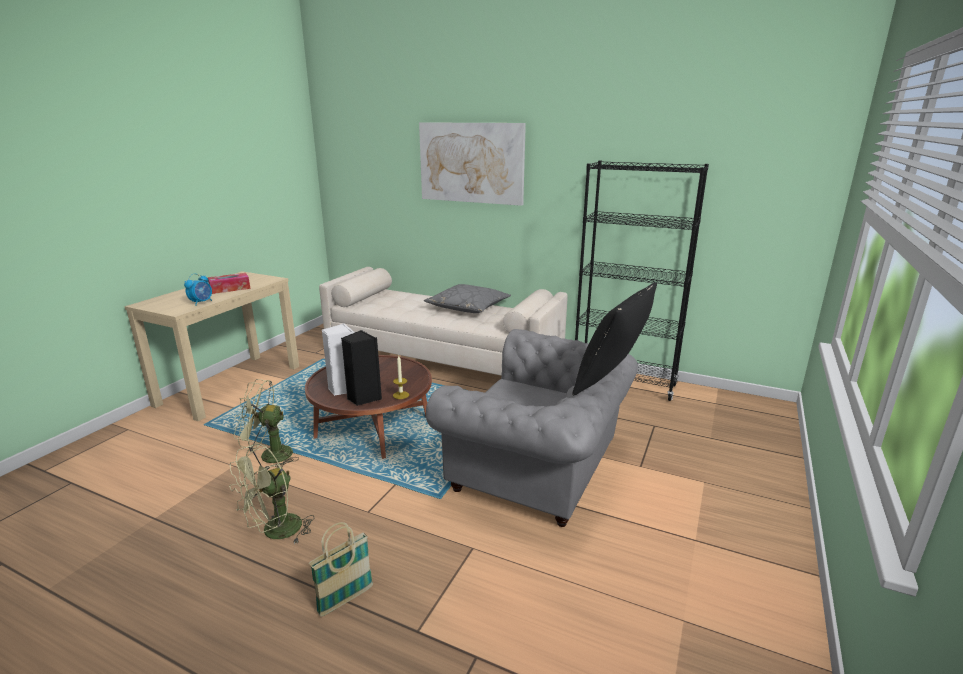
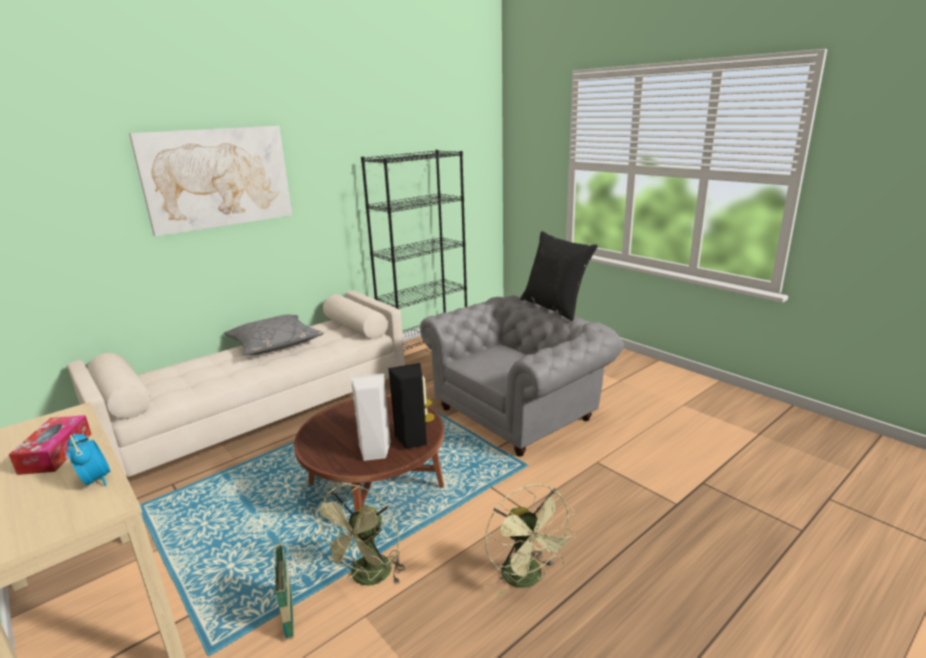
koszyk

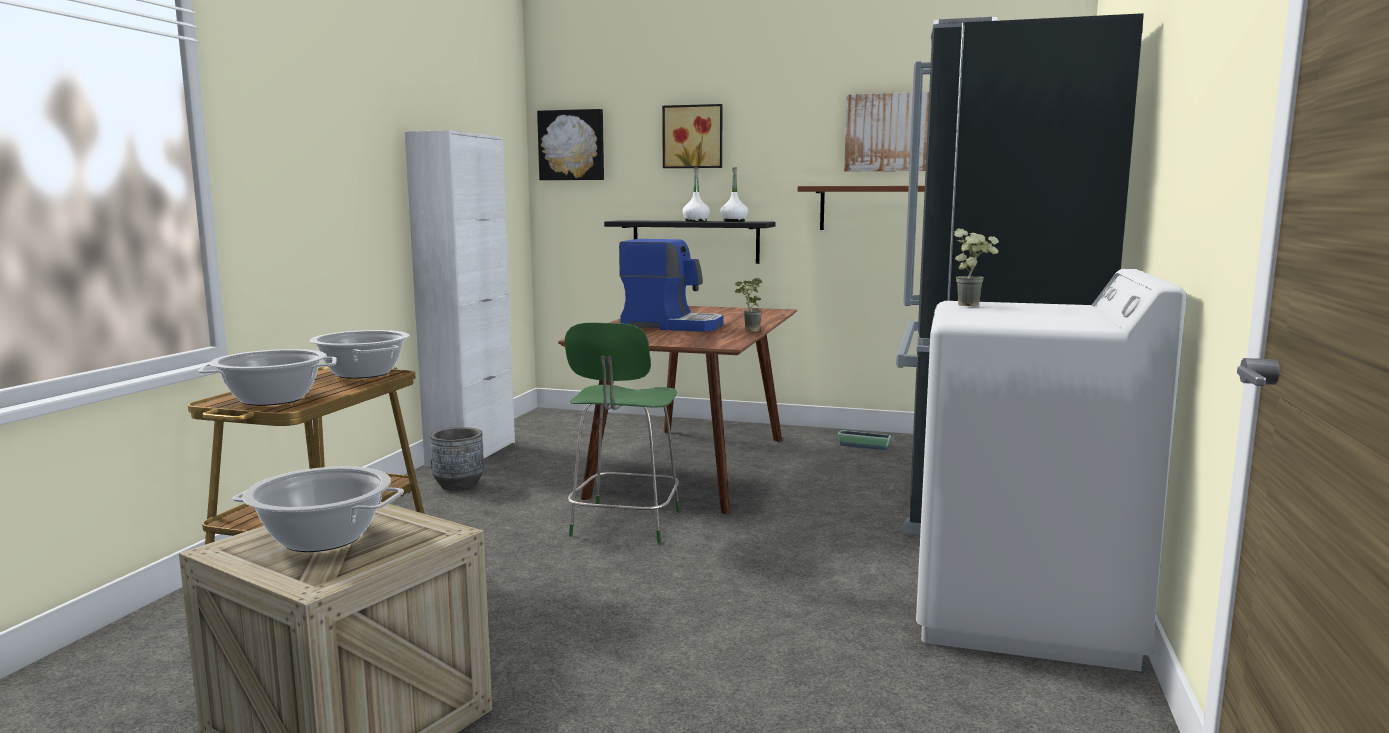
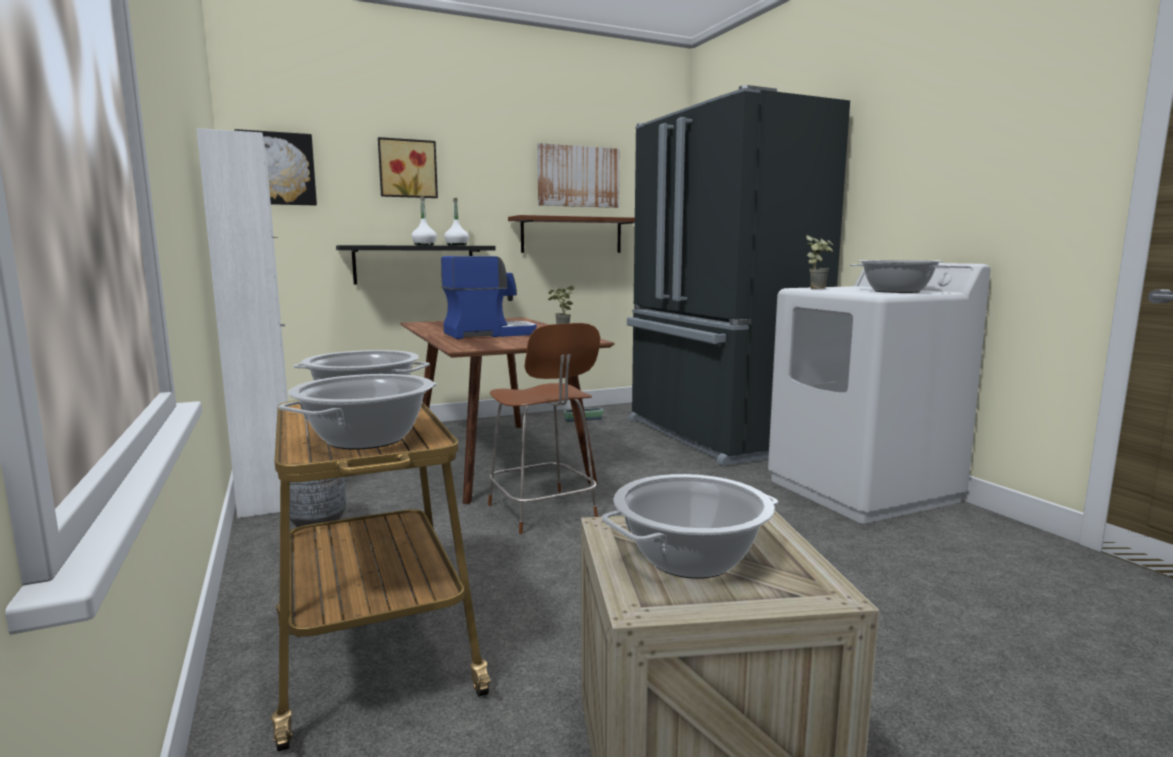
krzesło [brązowy]
garnek (no. 4 from left)

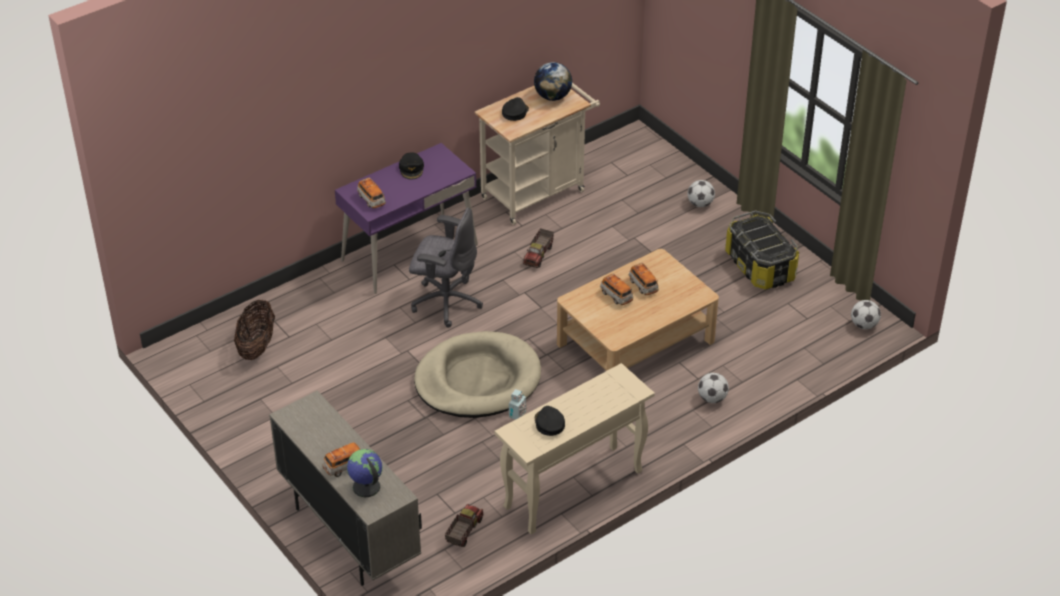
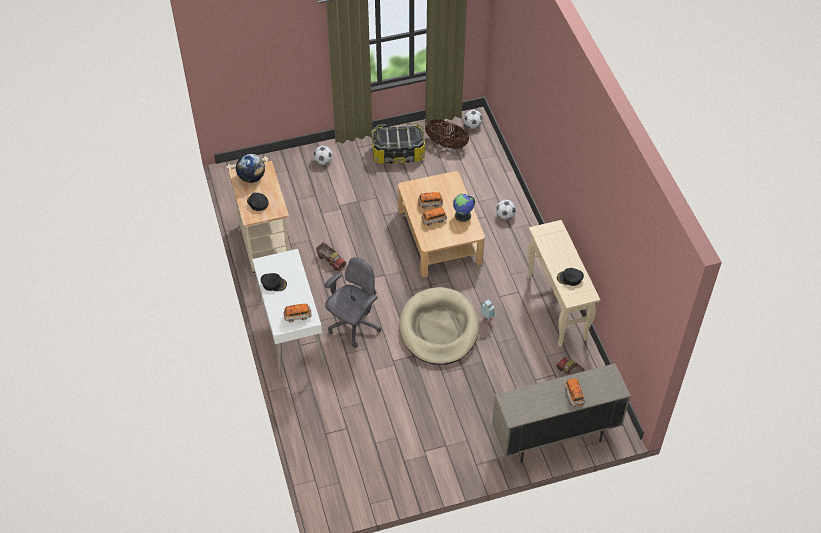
biurko [biały]
koszyk
globus (no. 2 from left)

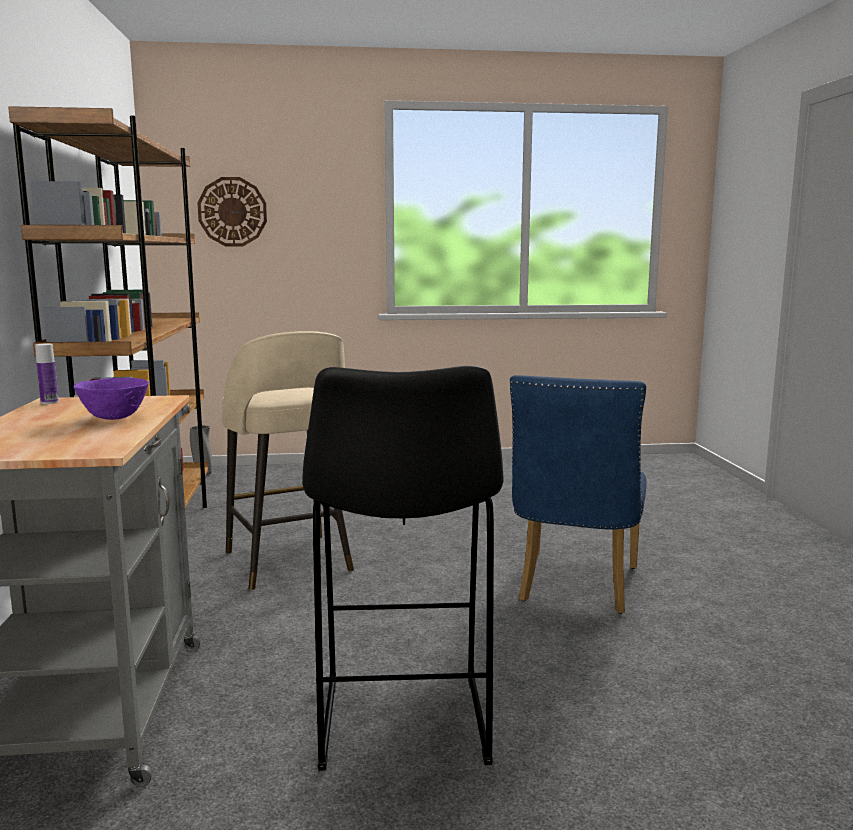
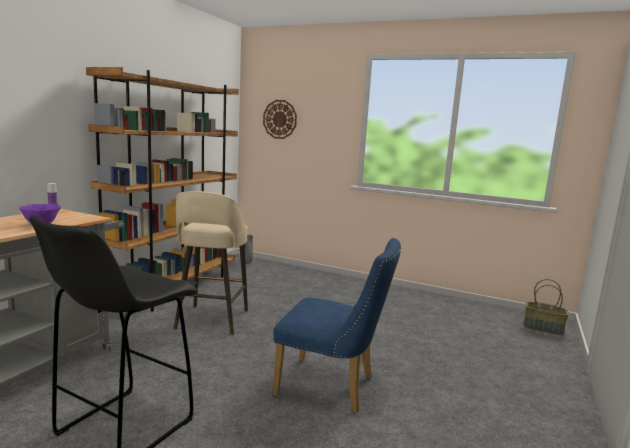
krzesło [niebieski]
koszyk

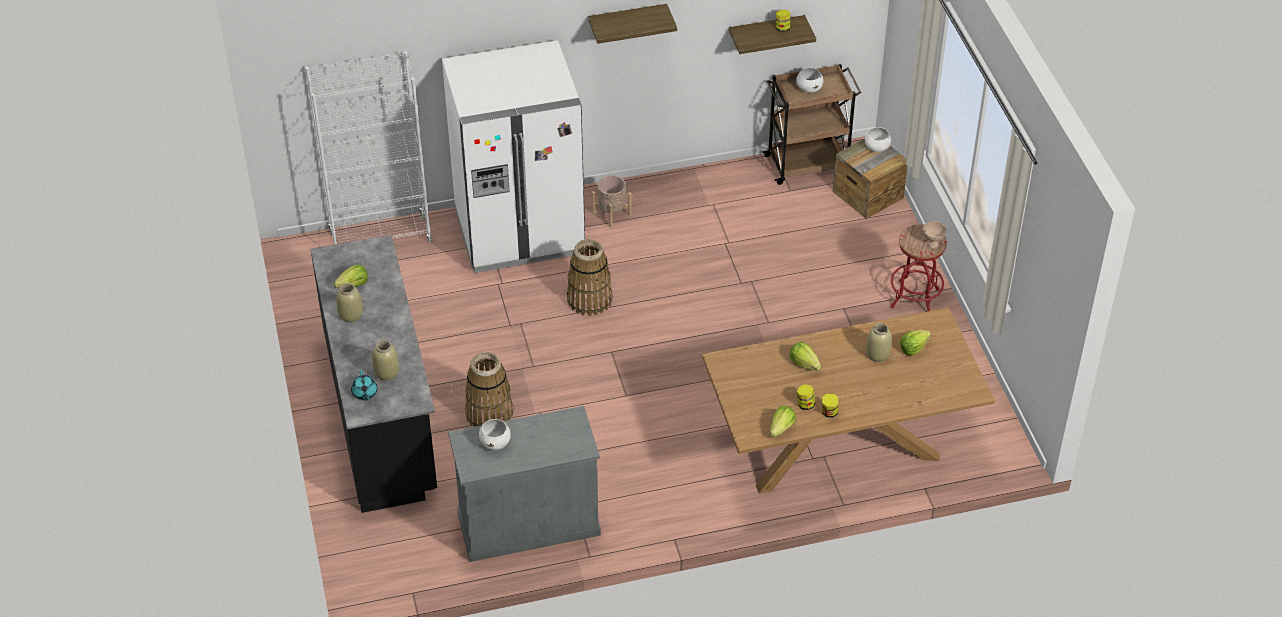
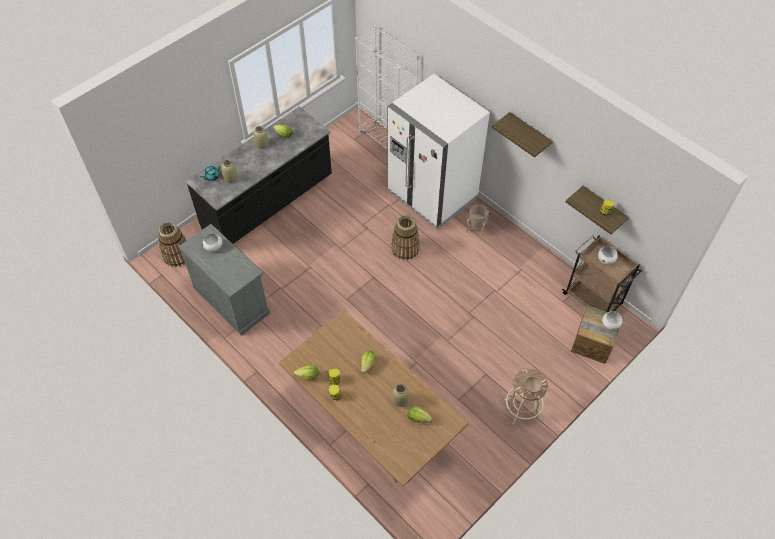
stołek [beżowy]
koszyk (no. 1 from left)

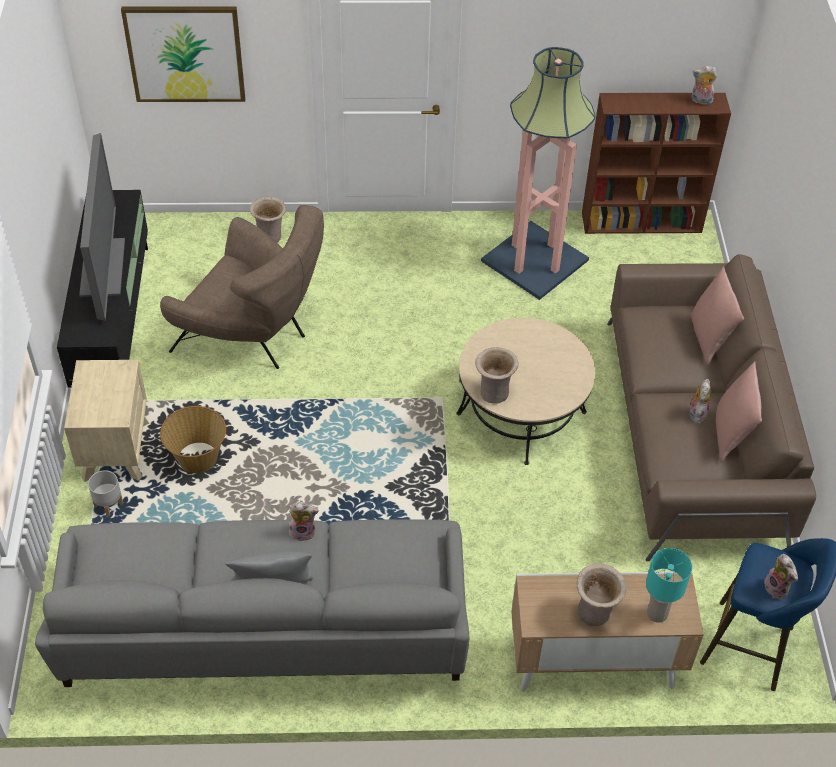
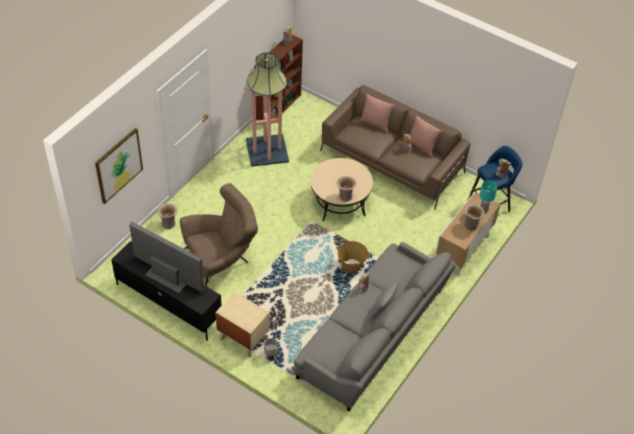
koszyk

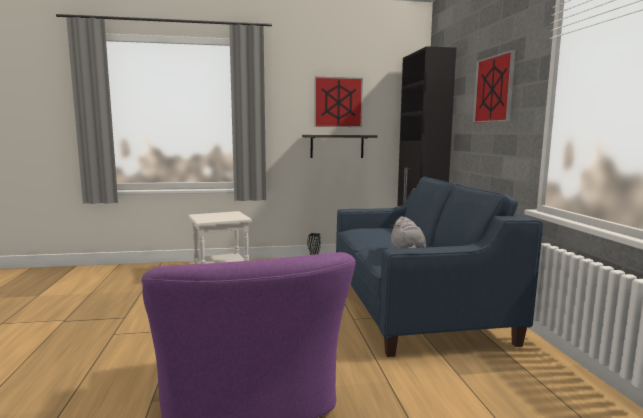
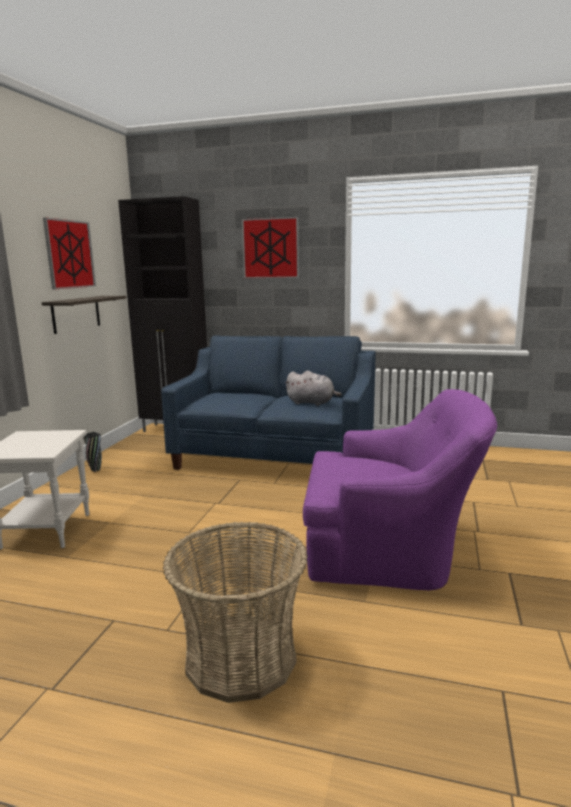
koszyk

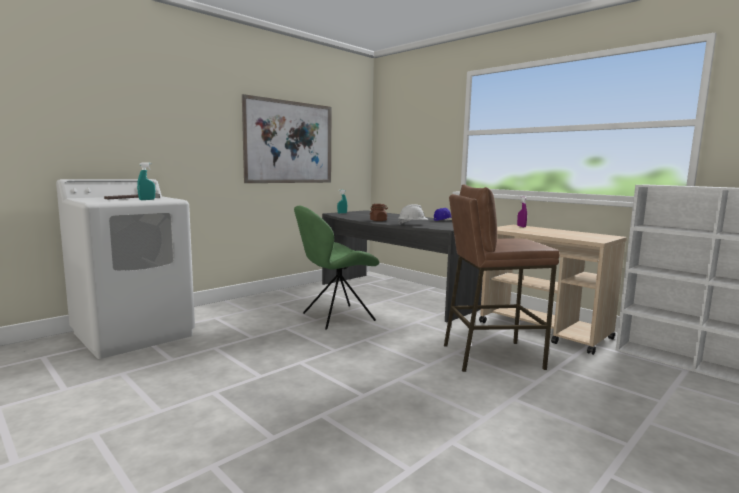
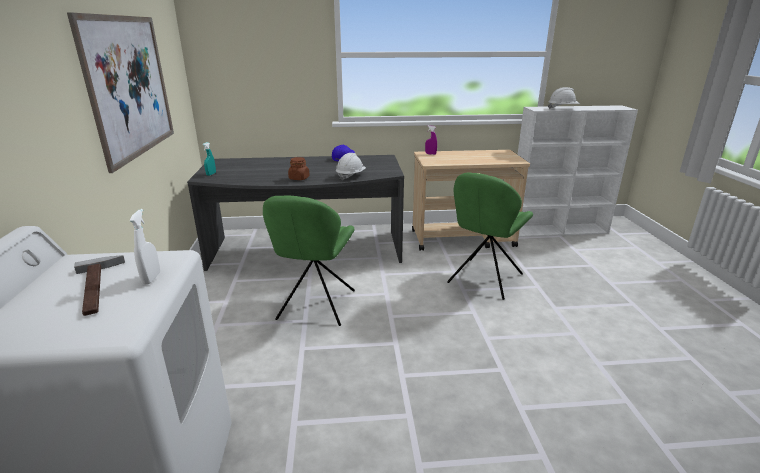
spryskiwacz [biały]
krzesło [zielony] (no. 2 from left)
kask [biały] (no. 2 from left)

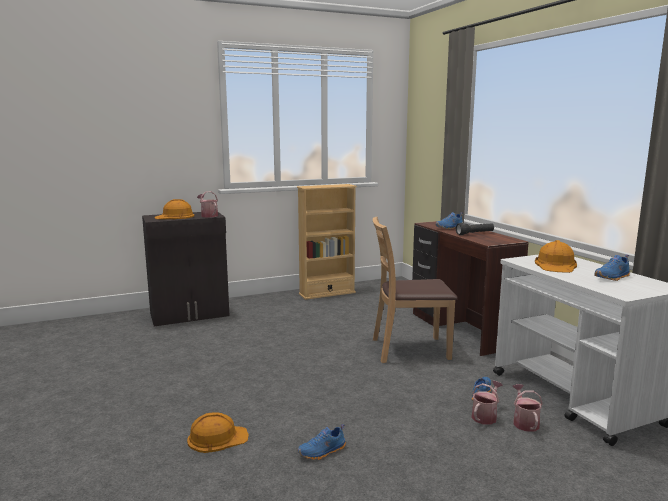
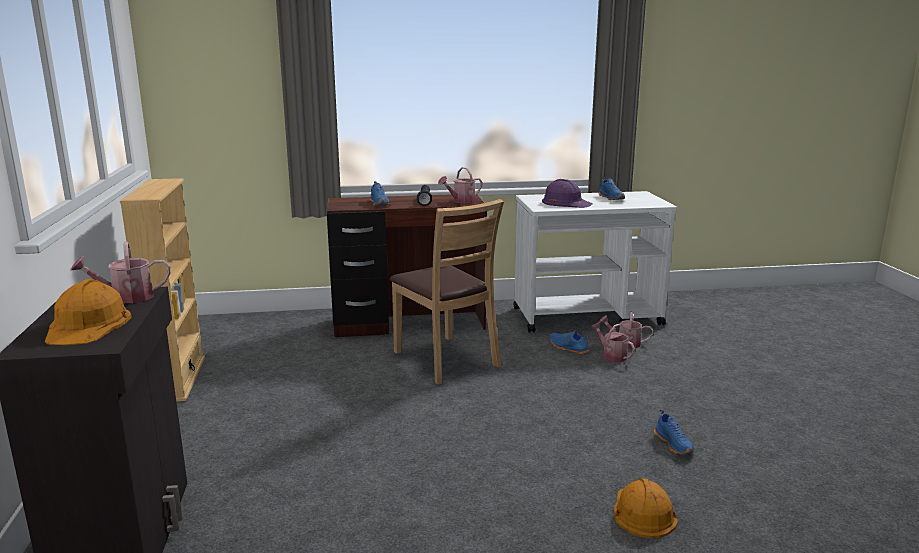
krzesło [brązowy]
kask [fioletowy]
konewka (no. 2 from left)

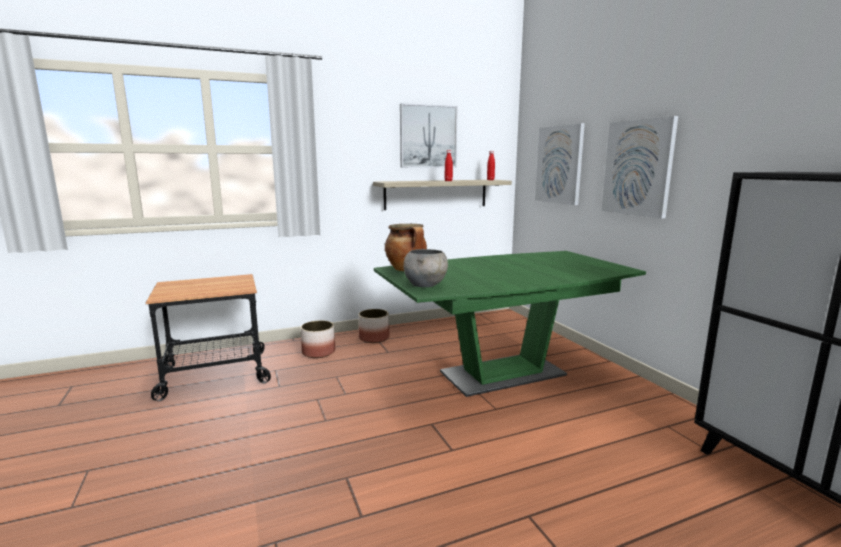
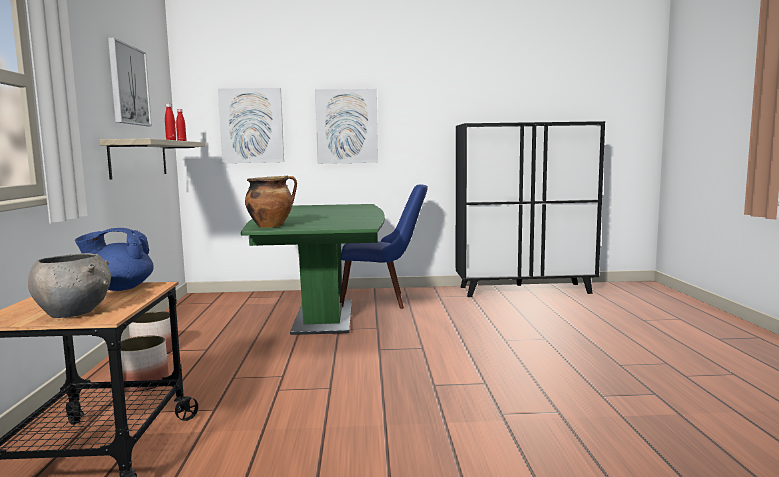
miska [szary]
krzesło [niebieski]
imbryk [niebieski]

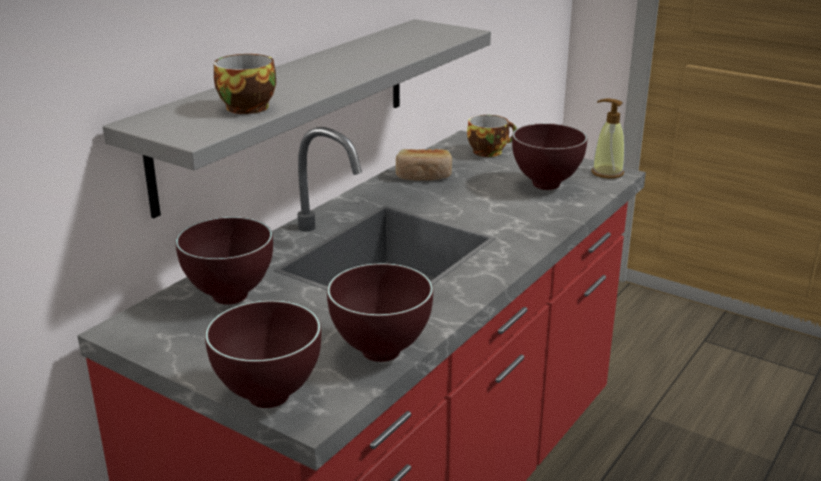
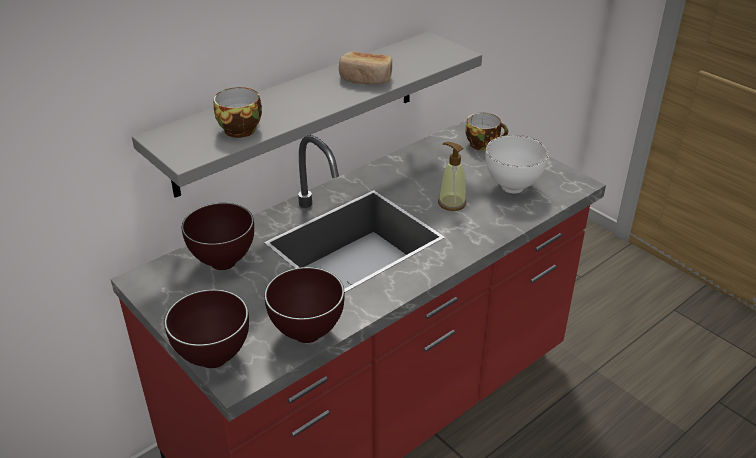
dozownik mydła
miska [biały]
chleb

